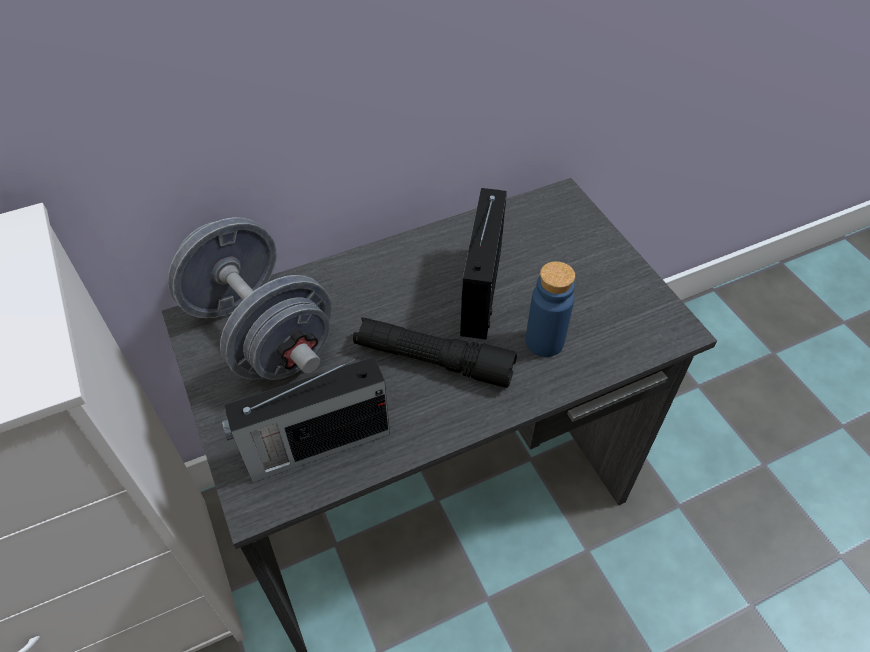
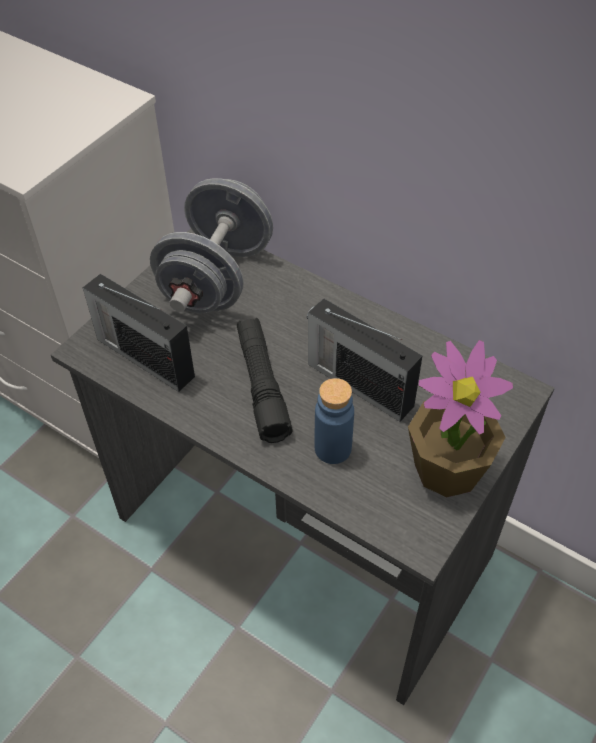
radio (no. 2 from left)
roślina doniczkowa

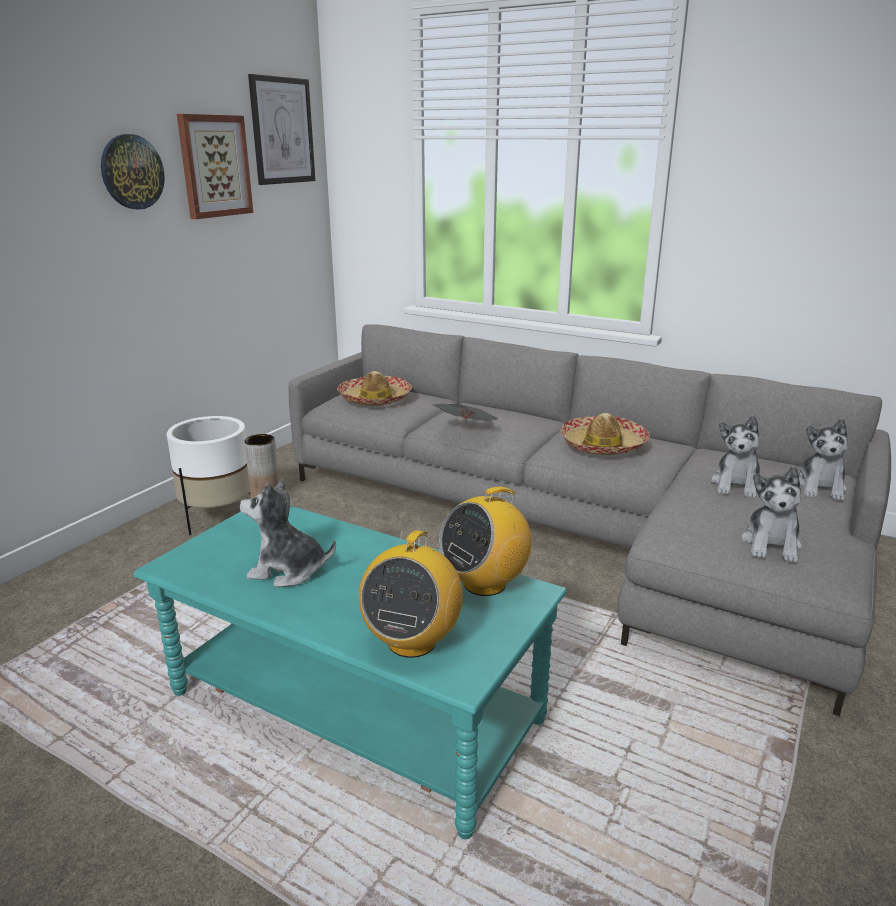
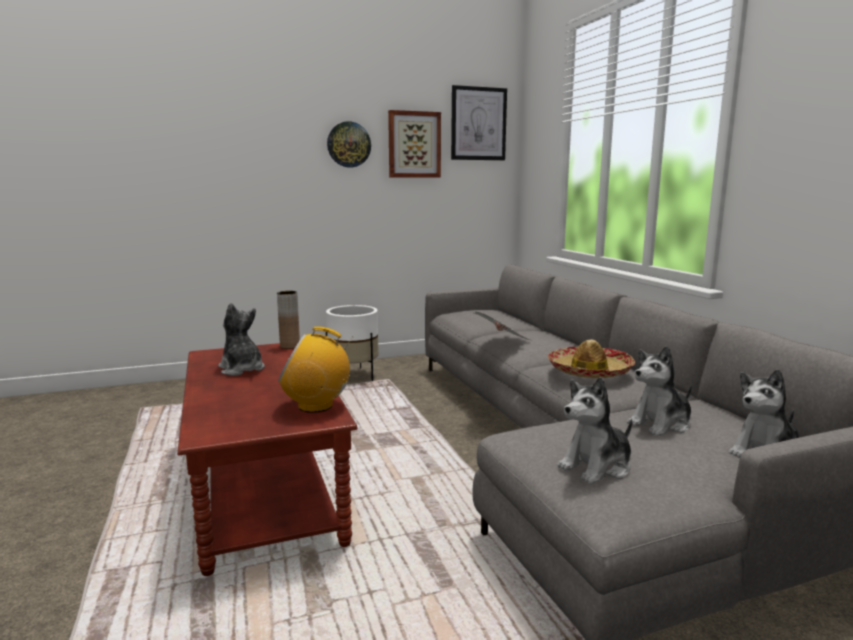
kapelusz (no. 1 from left in the first image)
ława [brązowy]
radio (no. 1 from left in the first image)

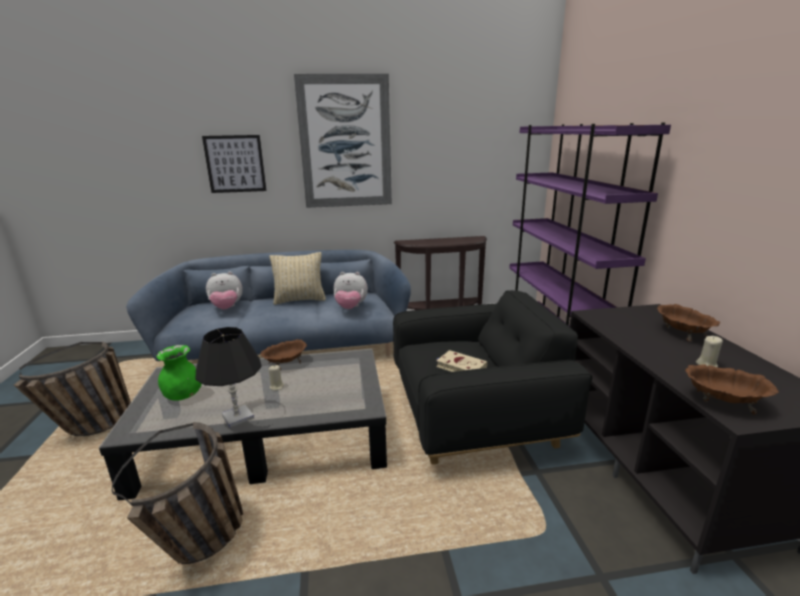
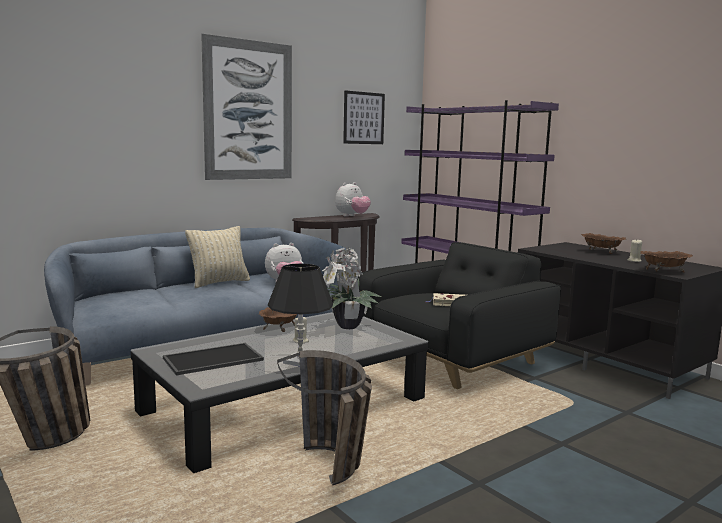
obraz (no. 2 from left)
pluszak (no. 2 from left)
taca
roślina doniczkowa

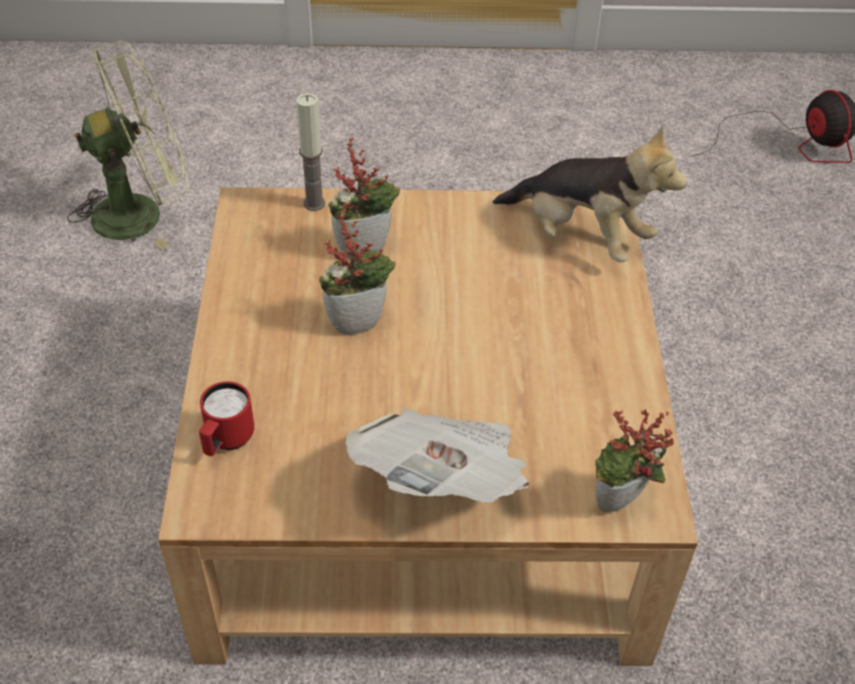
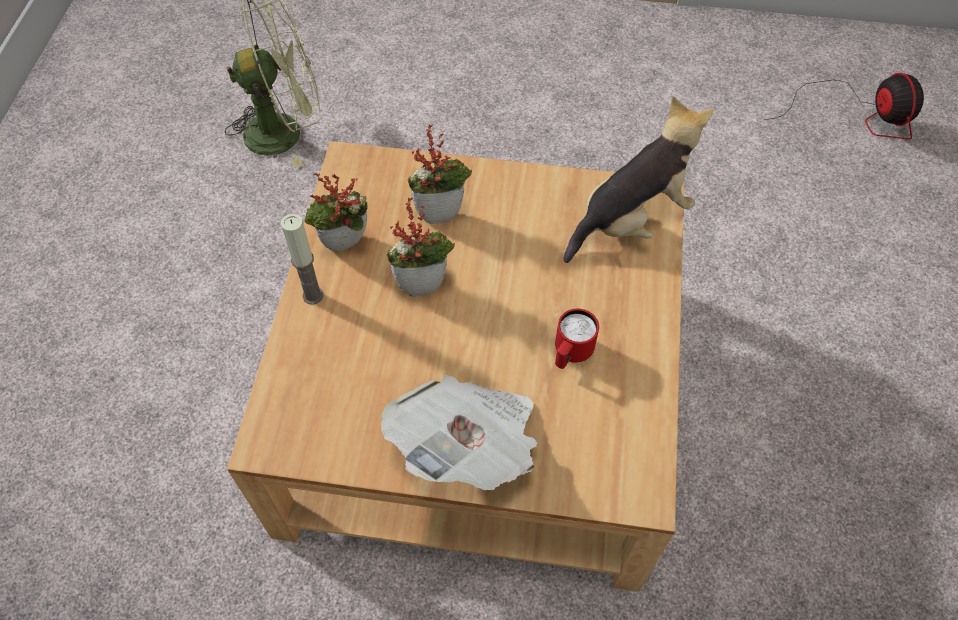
świeca
pluszak
kubek [czerwony]
roślina doniczkowa (no. 1 from left)

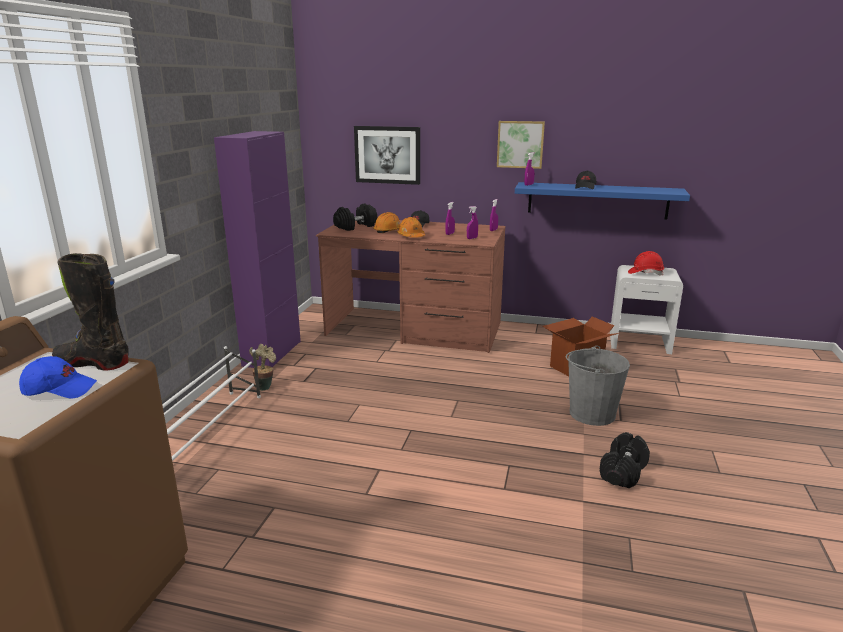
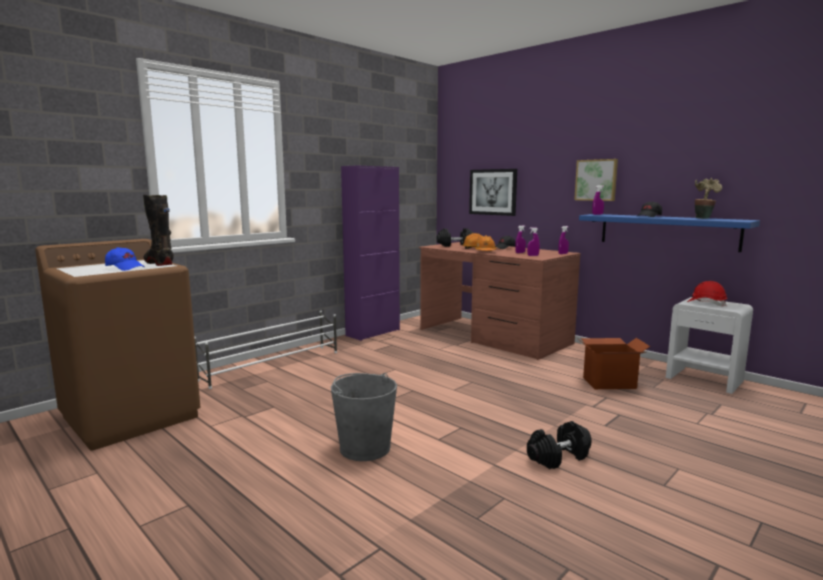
roślina doniczkowa
wiadro [szary]

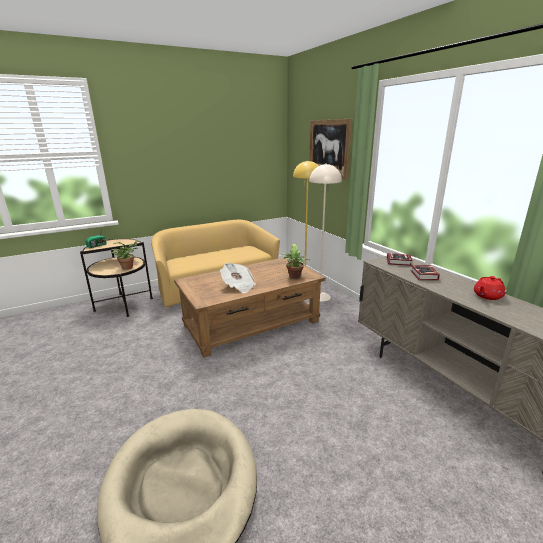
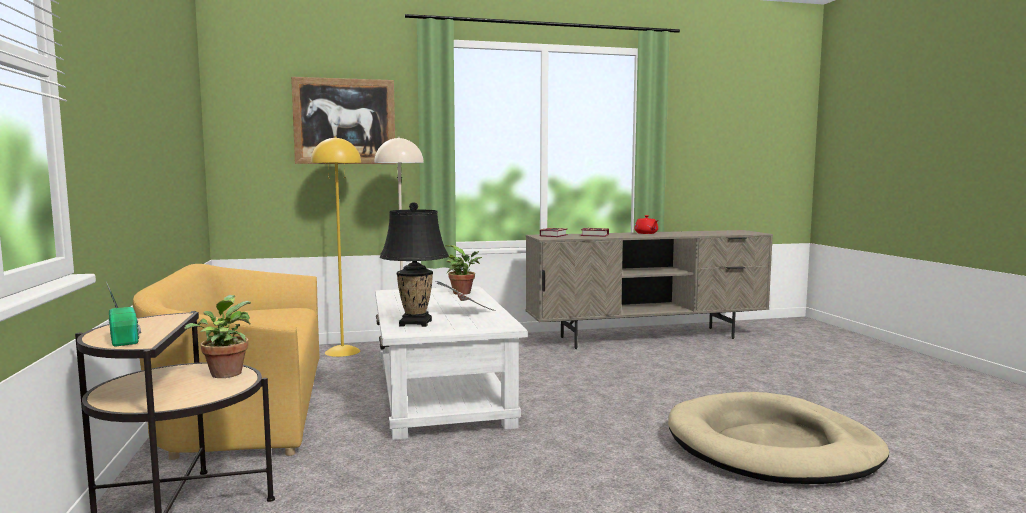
ława [biały]
lampa stołowa [czarny]

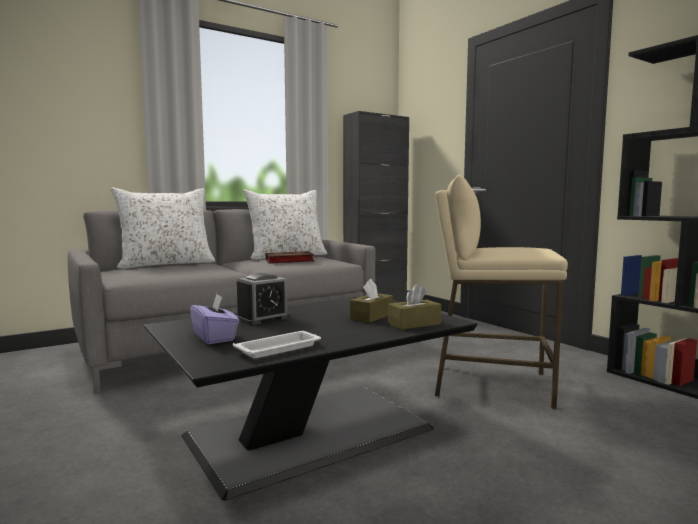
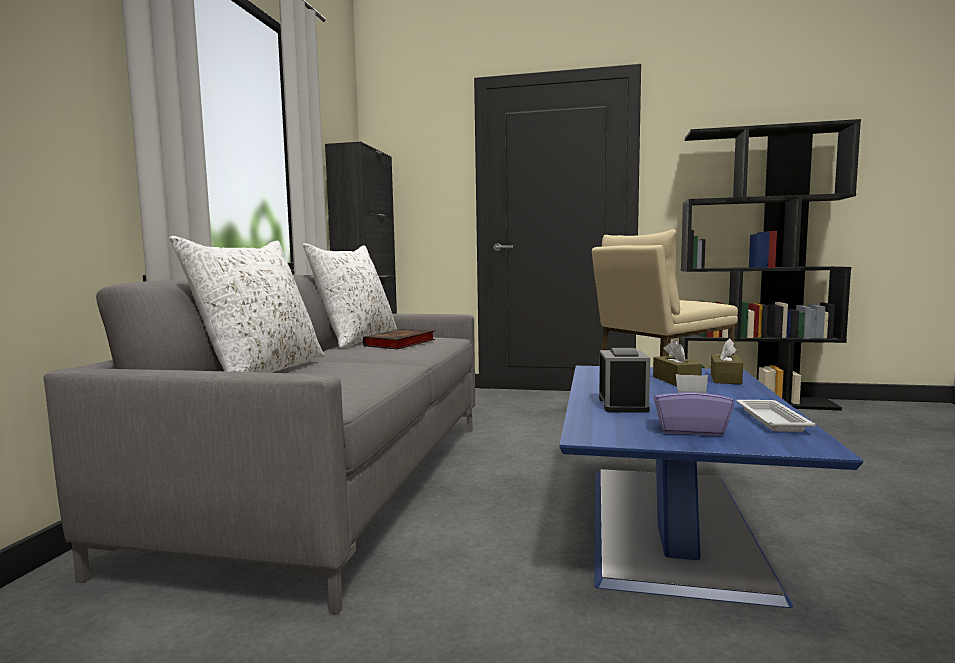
ława [niebieski]

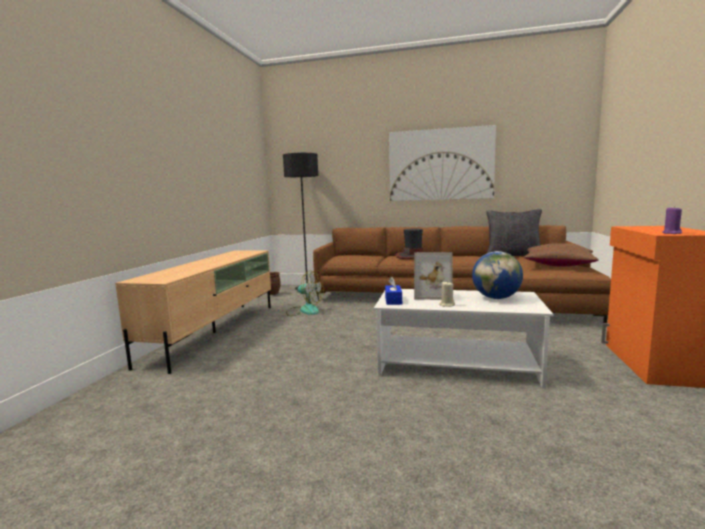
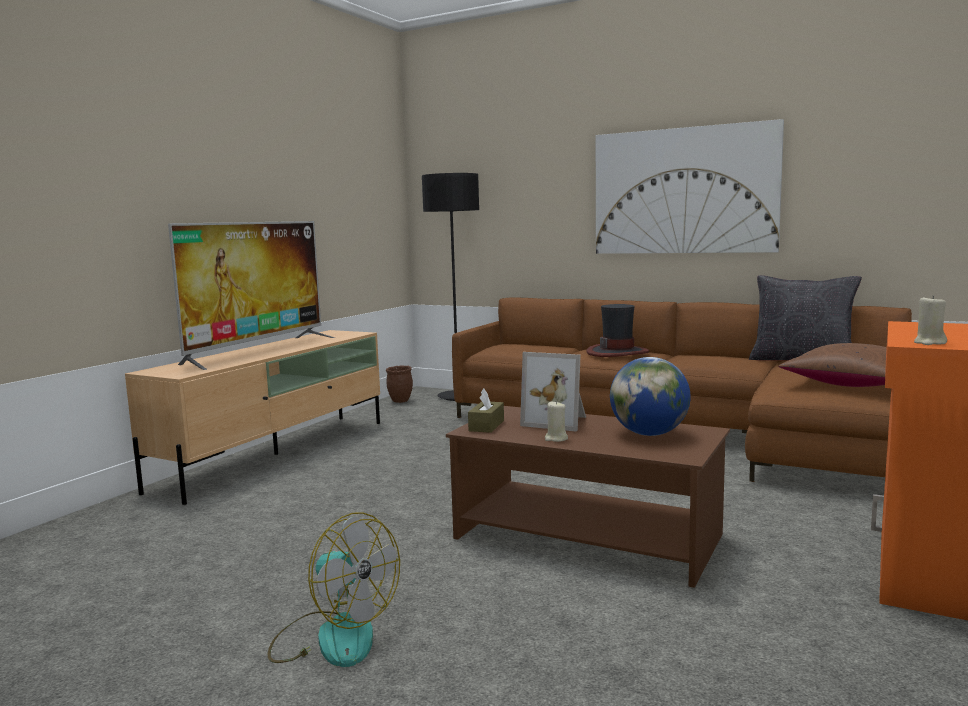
świeca [beżowy] (no. 2 from left)
wentylator
pudełko chusteczek [brązowy]
ława [brązowy]
telewizor

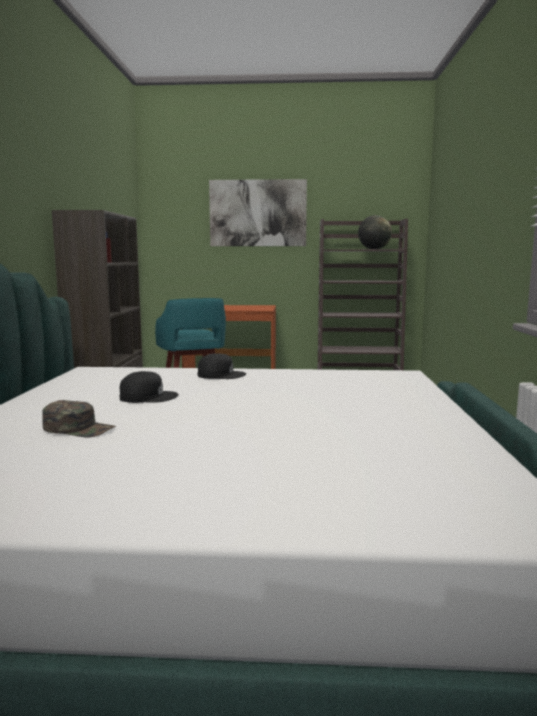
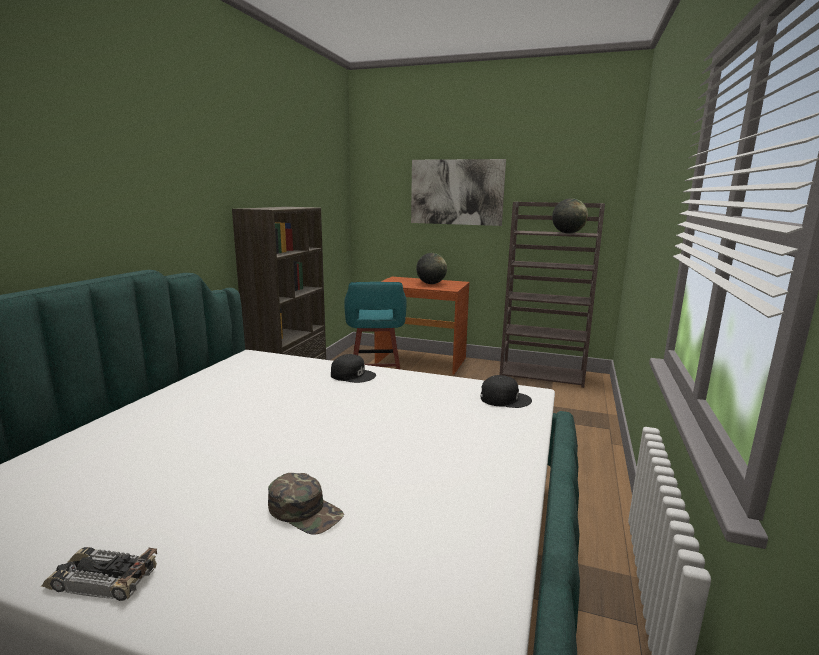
czapka z daszkiem [czarny] (no. 2 from left)
czapka z daszkiem [zielony]
globus (no. 1 from left)
samochodzik

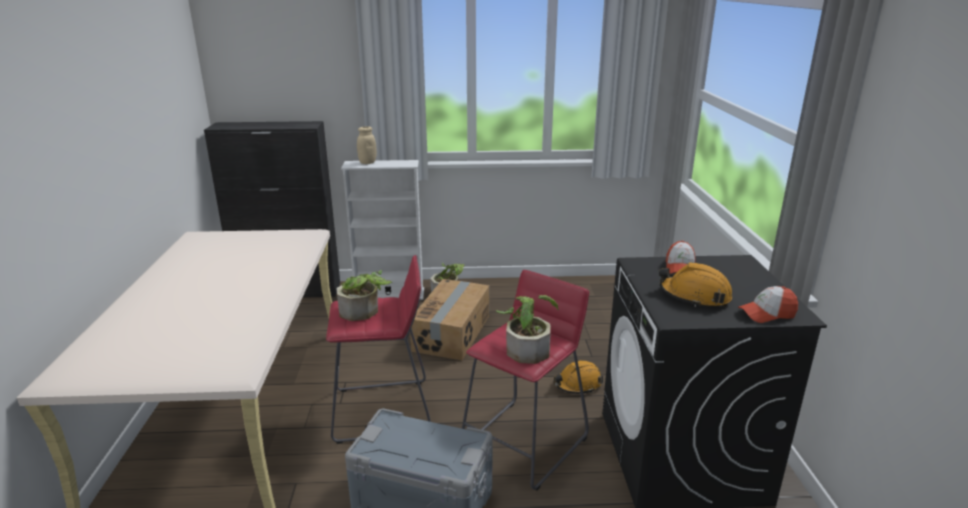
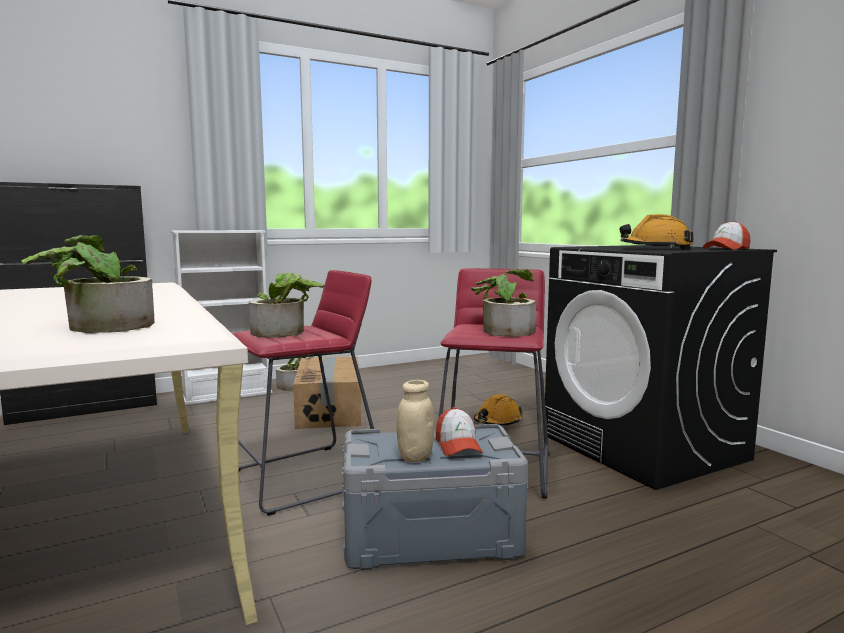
słoik [beżowy]
czapka z daszkiem (no. 1 from left)
roślina doniczkowa (no. 1 from left)

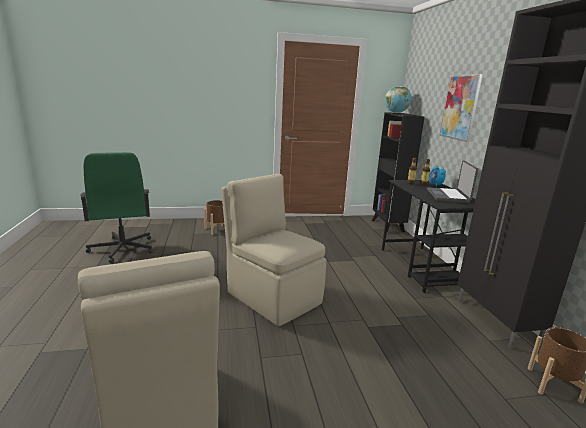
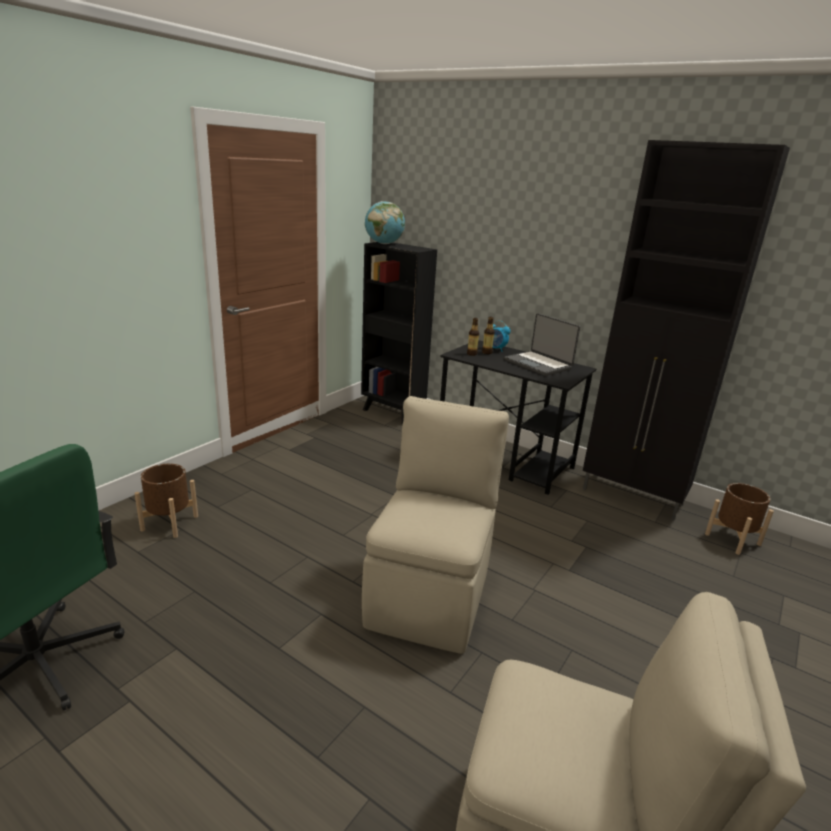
obraz
krzesło [beżowy] (no. 1 from left)

